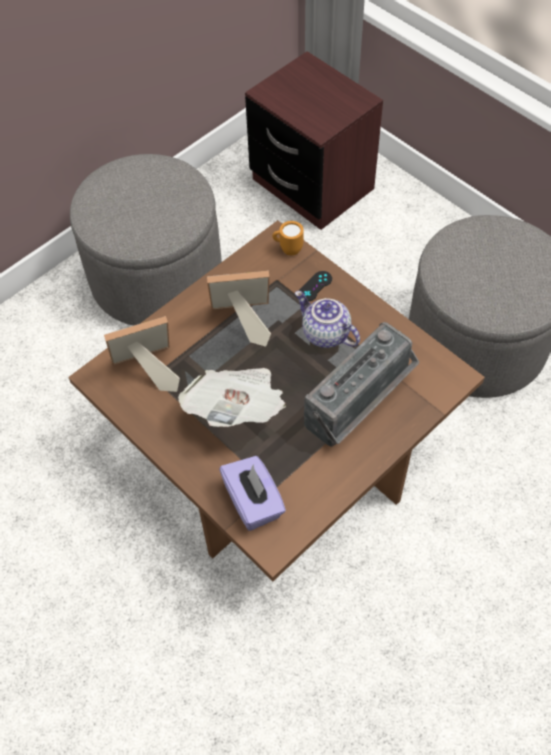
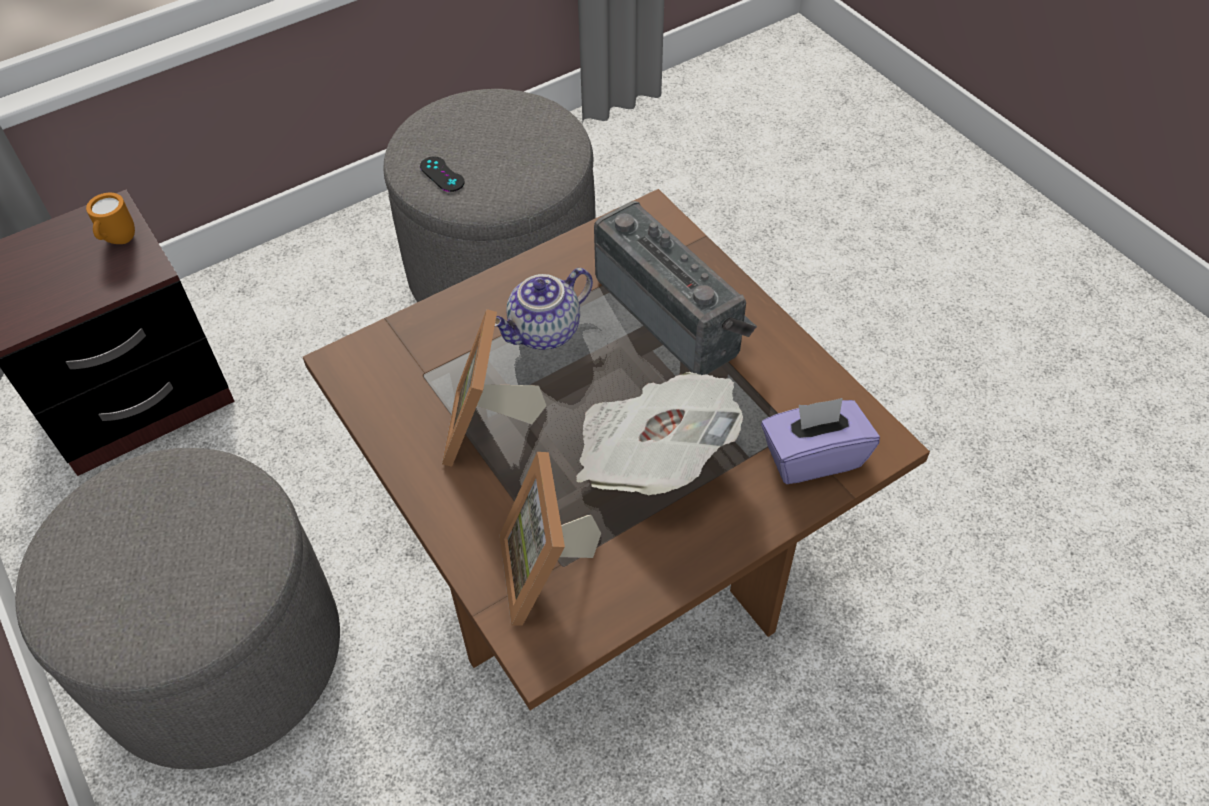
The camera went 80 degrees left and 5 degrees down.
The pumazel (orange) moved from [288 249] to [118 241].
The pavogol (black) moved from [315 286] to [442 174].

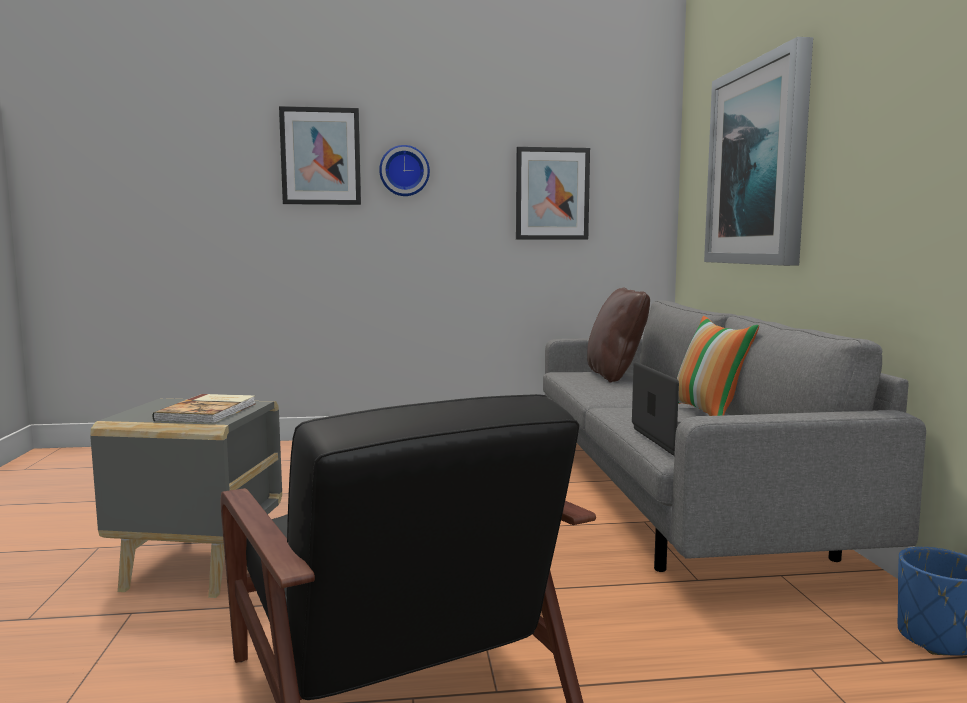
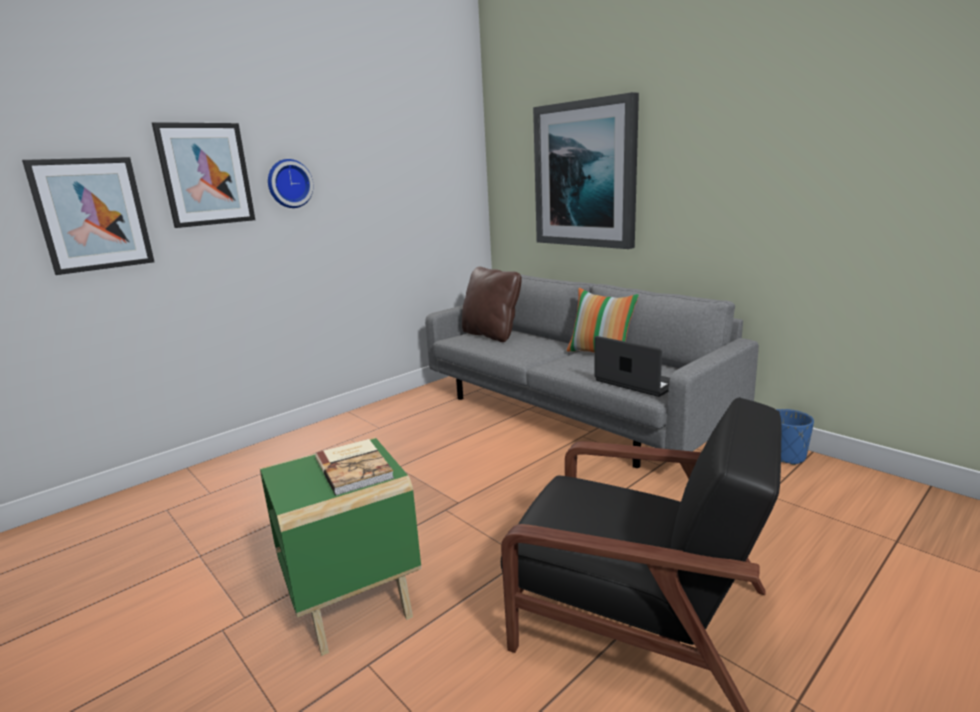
The camera went 35 degrees left and 10 degrees up.
The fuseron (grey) at [199 567] became the fuseron (green) at [353 600].
The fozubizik moved from [552 194] to [92 214].

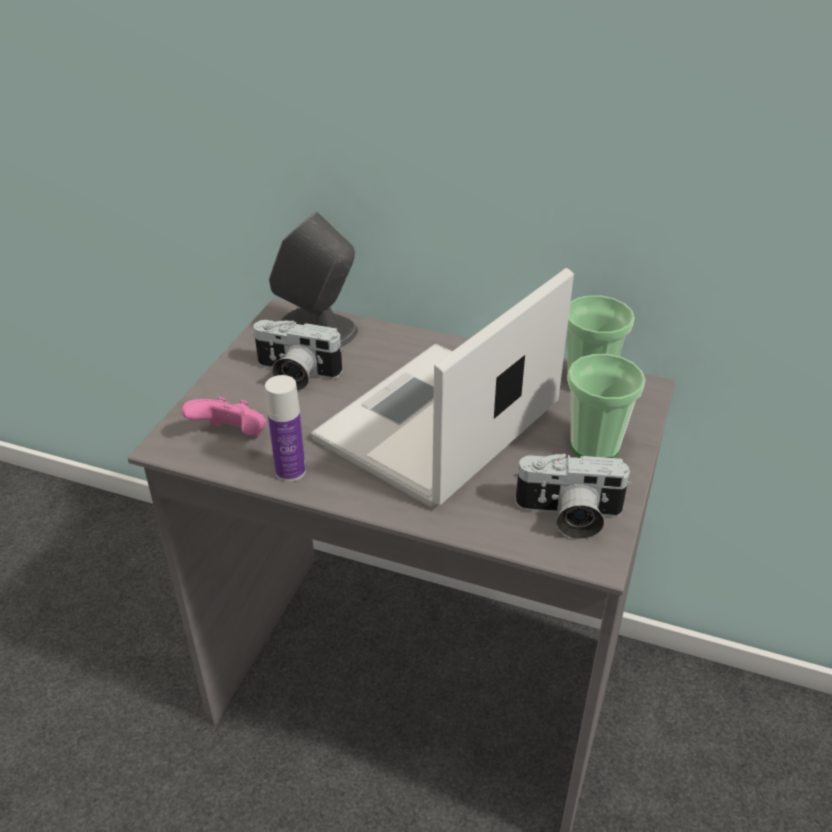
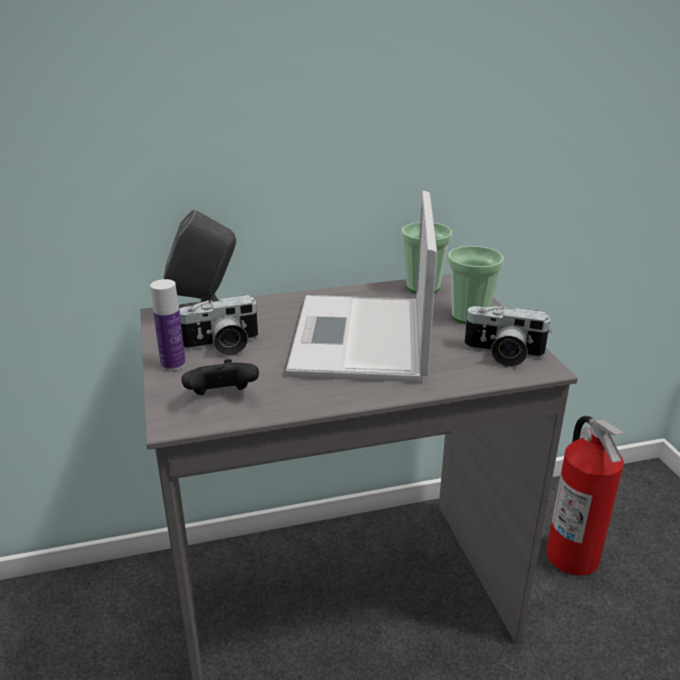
The camera went 35 degrees left and 10 degrees down.
The pavogol (pink) at [232 436] became the pavogol (black) at [222 397].
The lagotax moved from [290 471] to [173 364].
The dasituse at [568 516] turned 45 degrees clockwise.
The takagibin at [572 555] appeared.

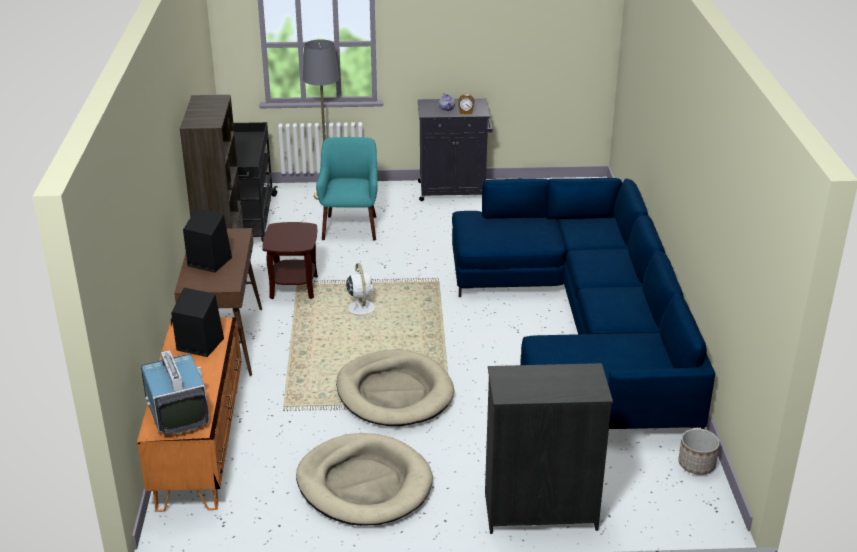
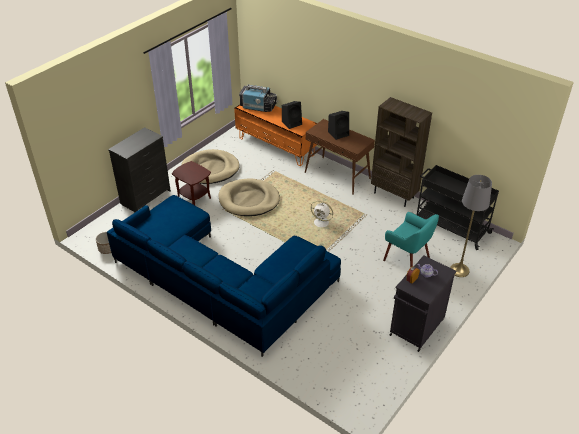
The camera went 130 degrees right and 10 degrees up.
The fuseron (brown) moved from [293 287] to [194 198].

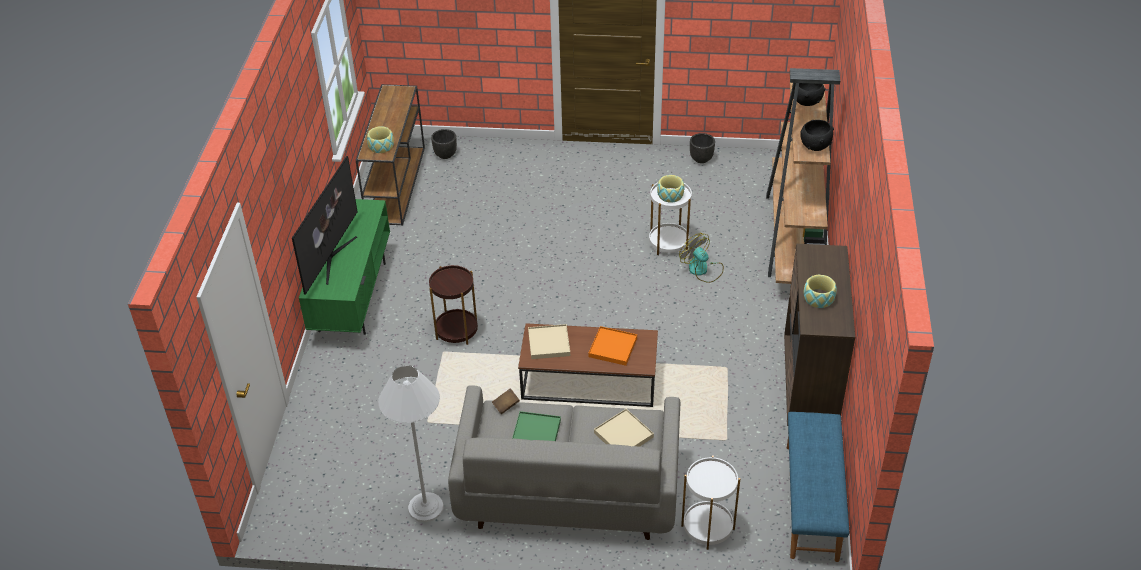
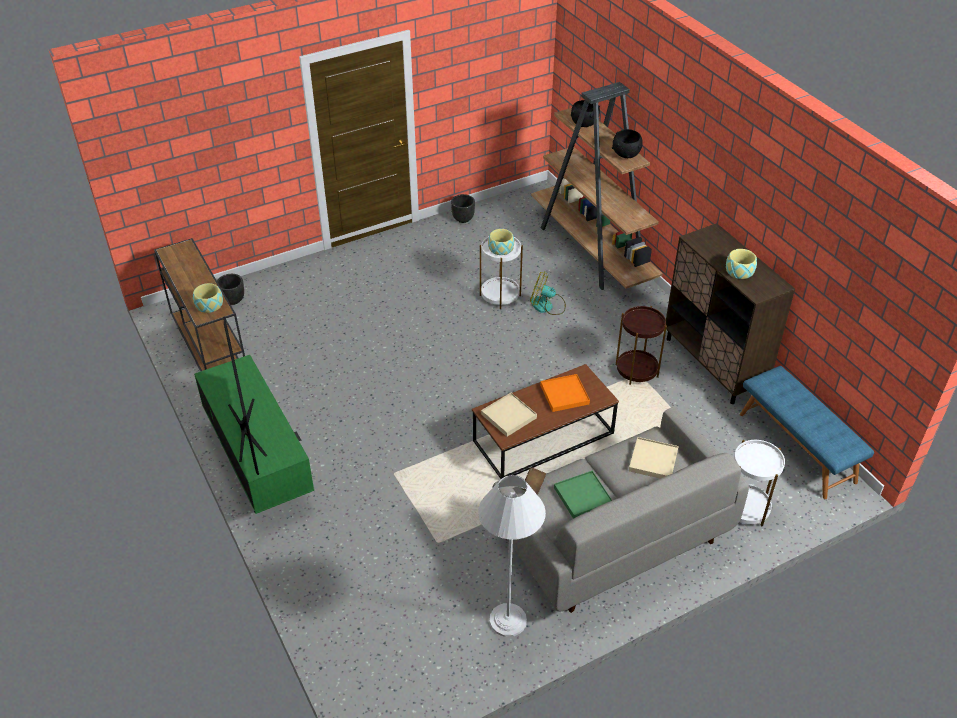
The camera went 35 degrees left and 0 degrees up.
The fuseron (brown) moved from [456 330] to [636 370].

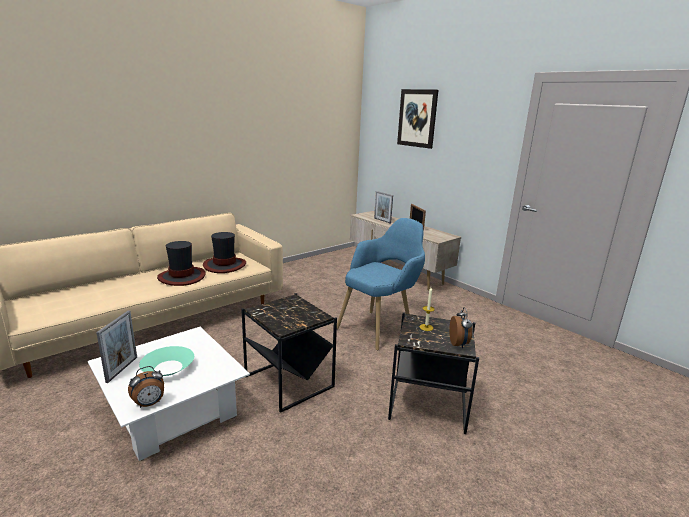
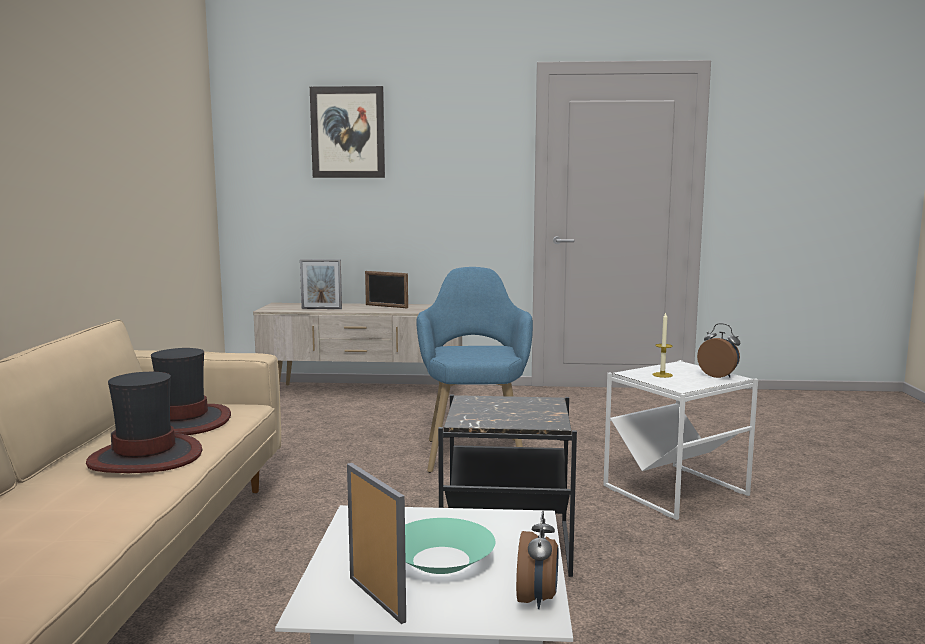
The camera went 45 degrees left and 10 degrees down.
The fuseron (black) at [427 404] became the fuseron (white) at [673 491].

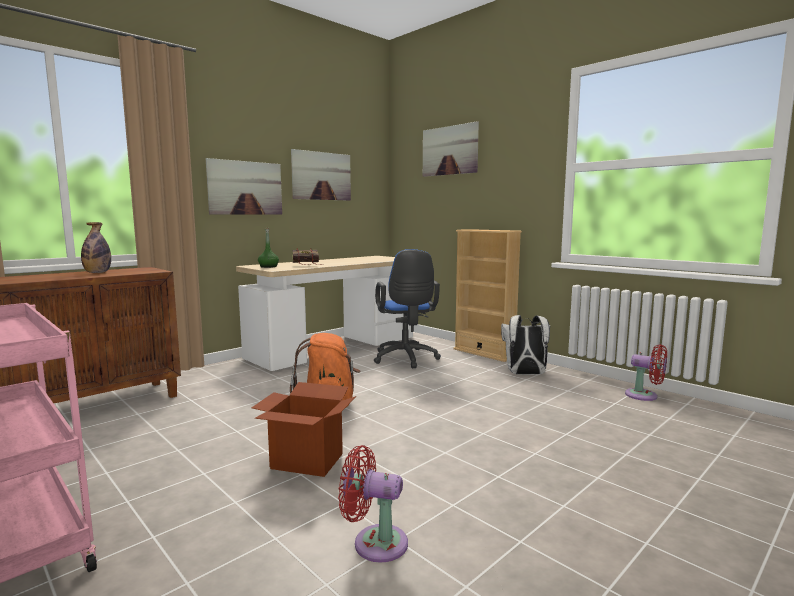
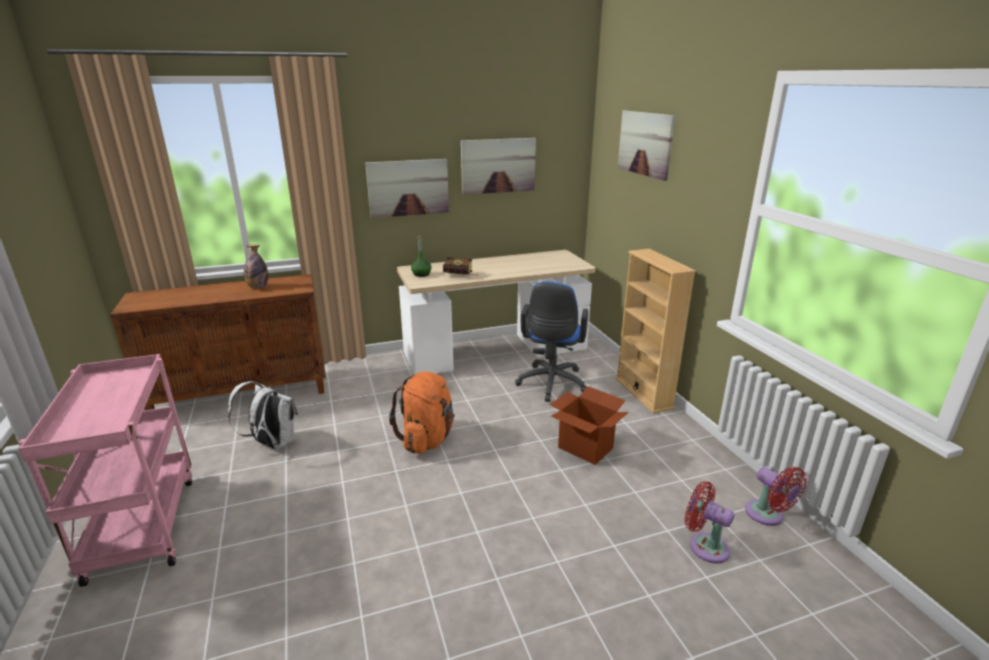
The camera went 25 degrees right and 15 degrees up.
The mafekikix moved from [306 461] to [585 448].
The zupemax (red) moved from [375 542] to [705 546].
The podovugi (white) moved from [525 374] to [273 444].

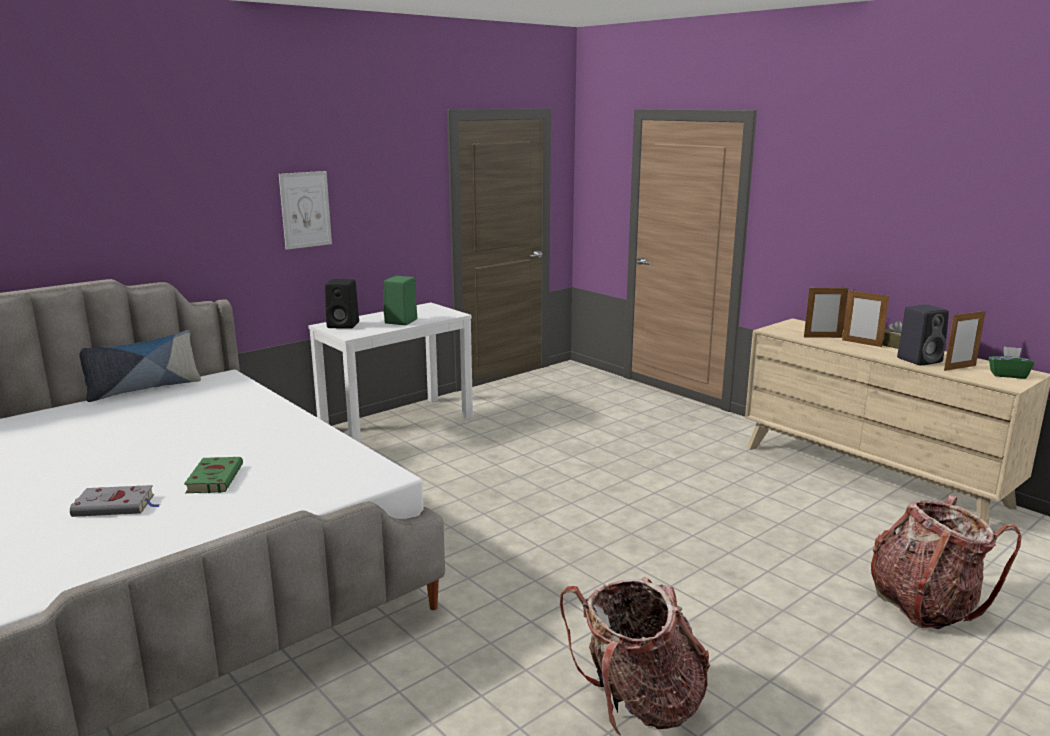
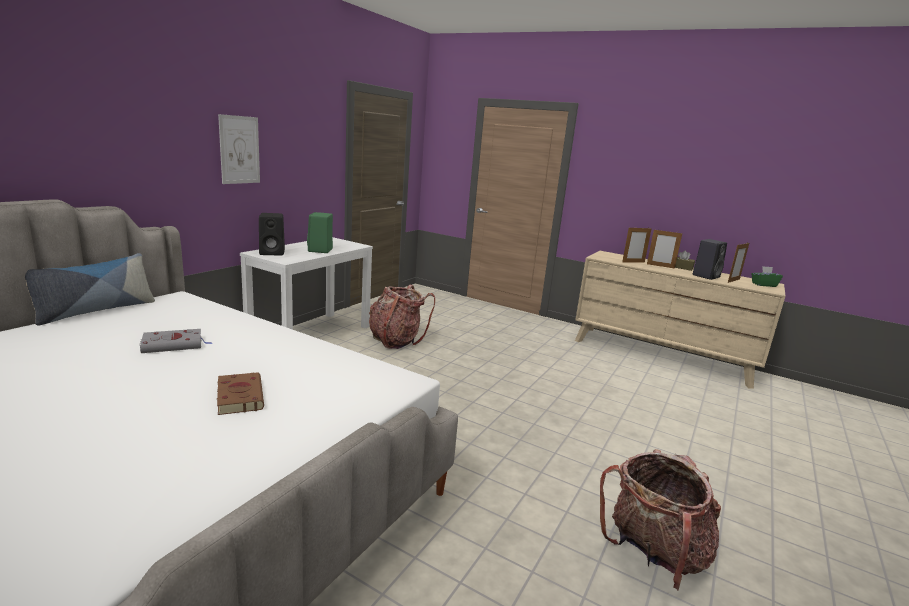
The camera went 20 degrees left and 0 degrees up.
The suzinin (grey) moved from [116 506] to [174 344].
The suzinin (green) at [215 478] became the suzinin (brown) at [239 396].
The podovugi moved from [925 604] to [396 340].

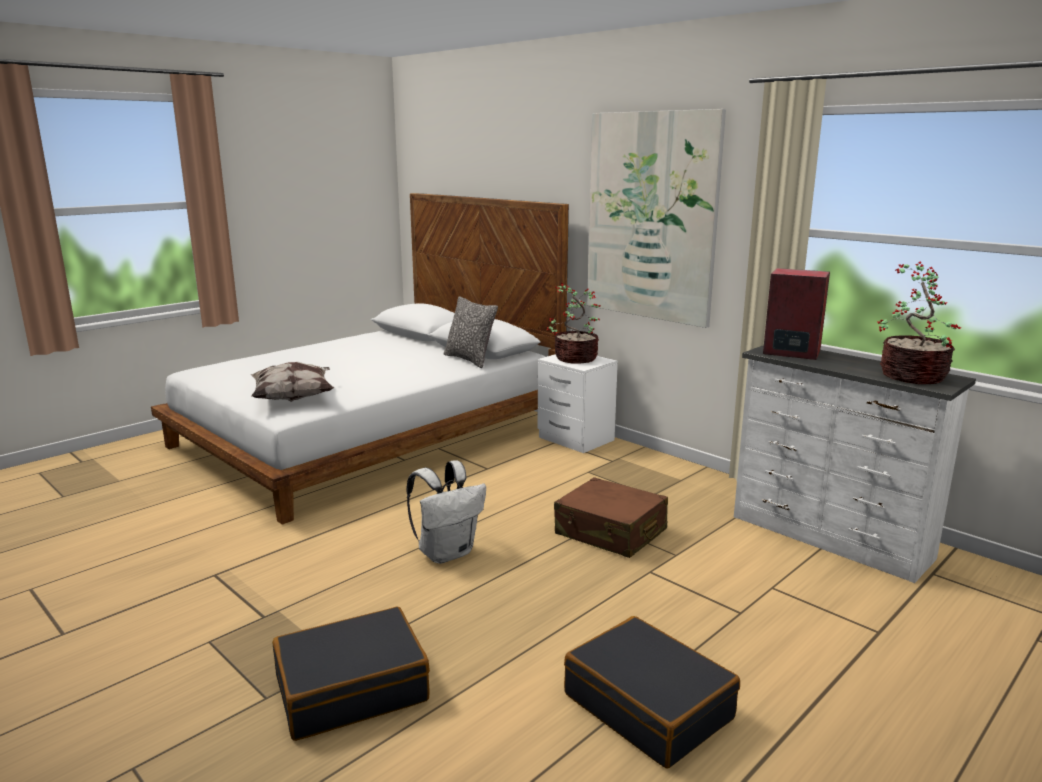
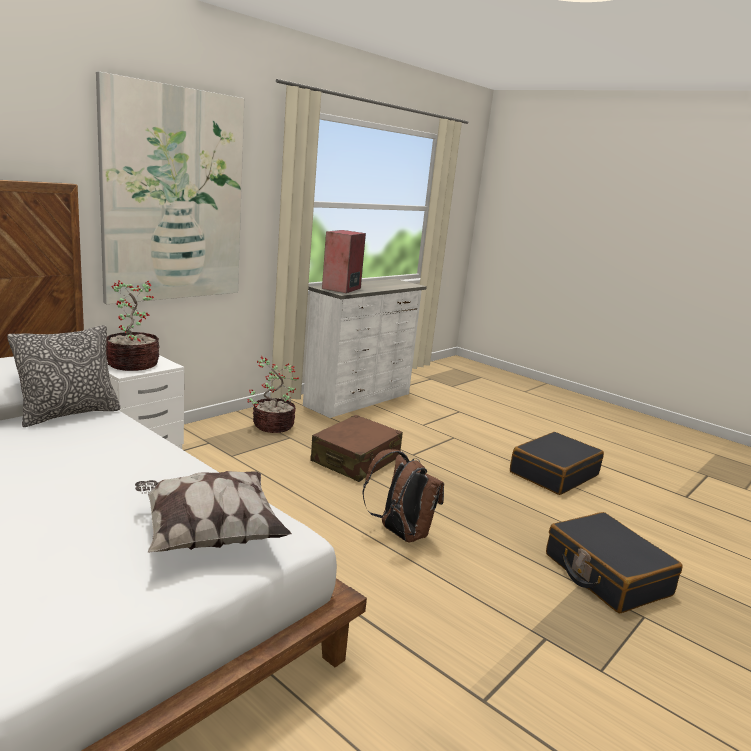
The camera went 95 degrees left and 0 degrees up.
The podovugi (white) at [447 552] became the podovugi (brown) at [400 533].
The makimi moved from [911 375] to [272 426].

